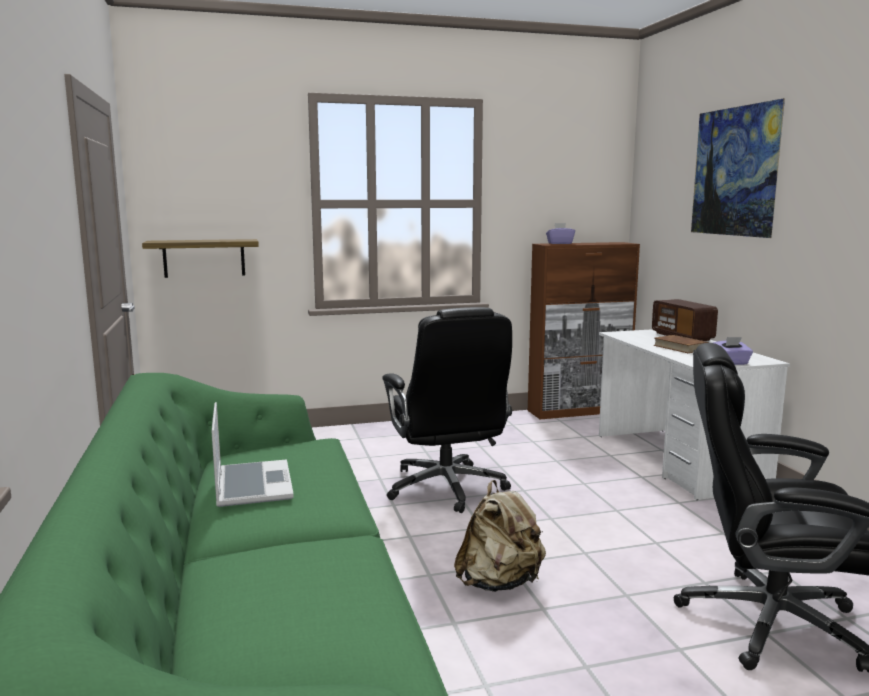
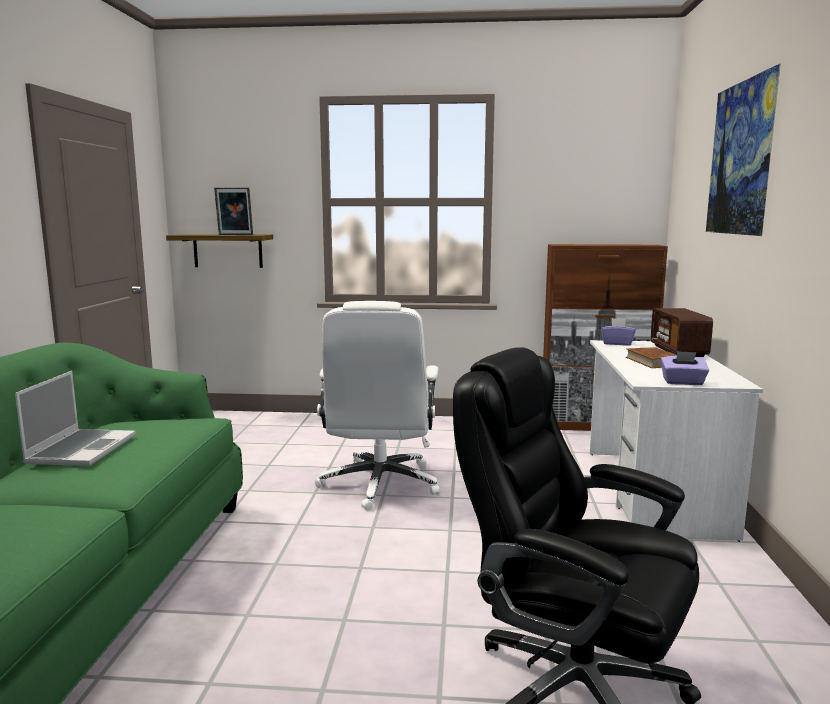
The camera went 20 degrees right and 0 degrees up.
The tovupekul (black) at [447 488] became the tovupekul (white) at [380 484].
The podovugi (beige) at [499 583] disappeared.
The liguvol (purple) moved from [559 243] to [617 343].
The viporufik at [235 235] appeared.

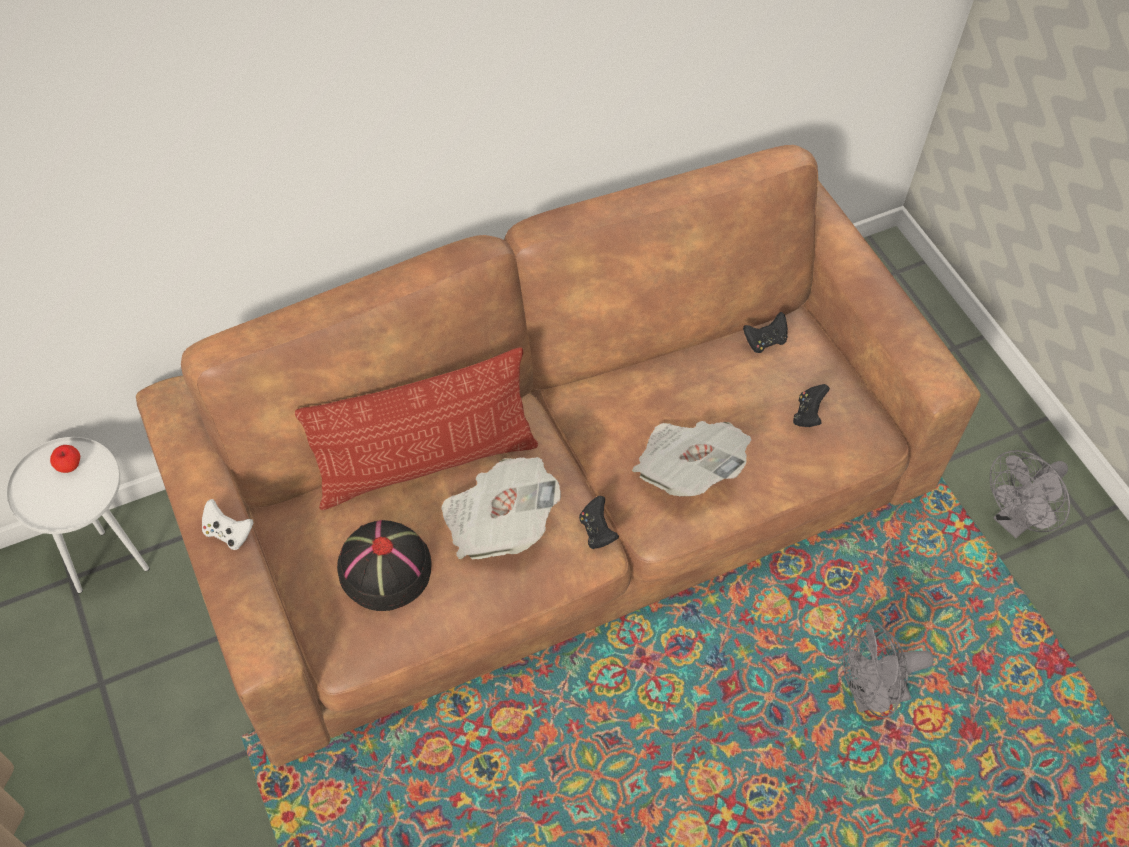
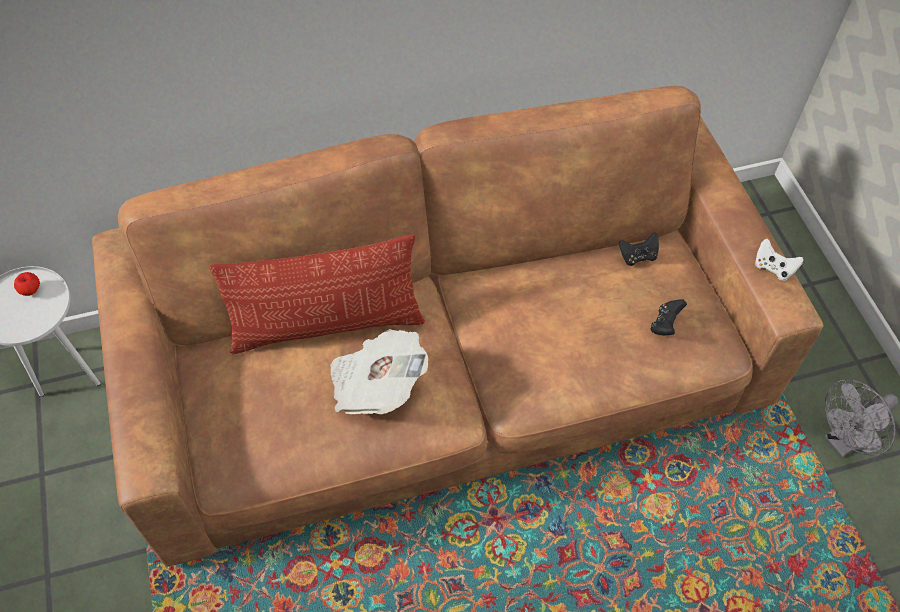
The camera went 10 degrees right and 0 degrees up.
The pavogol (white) moved from [228 533] to [773 268].
The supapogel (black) at [384 568] disappeared.
The pavogol (black) at [597 531] disappeared.
The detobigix at [687 469] disappeared.
The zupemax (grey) at [869 695] disappeared.

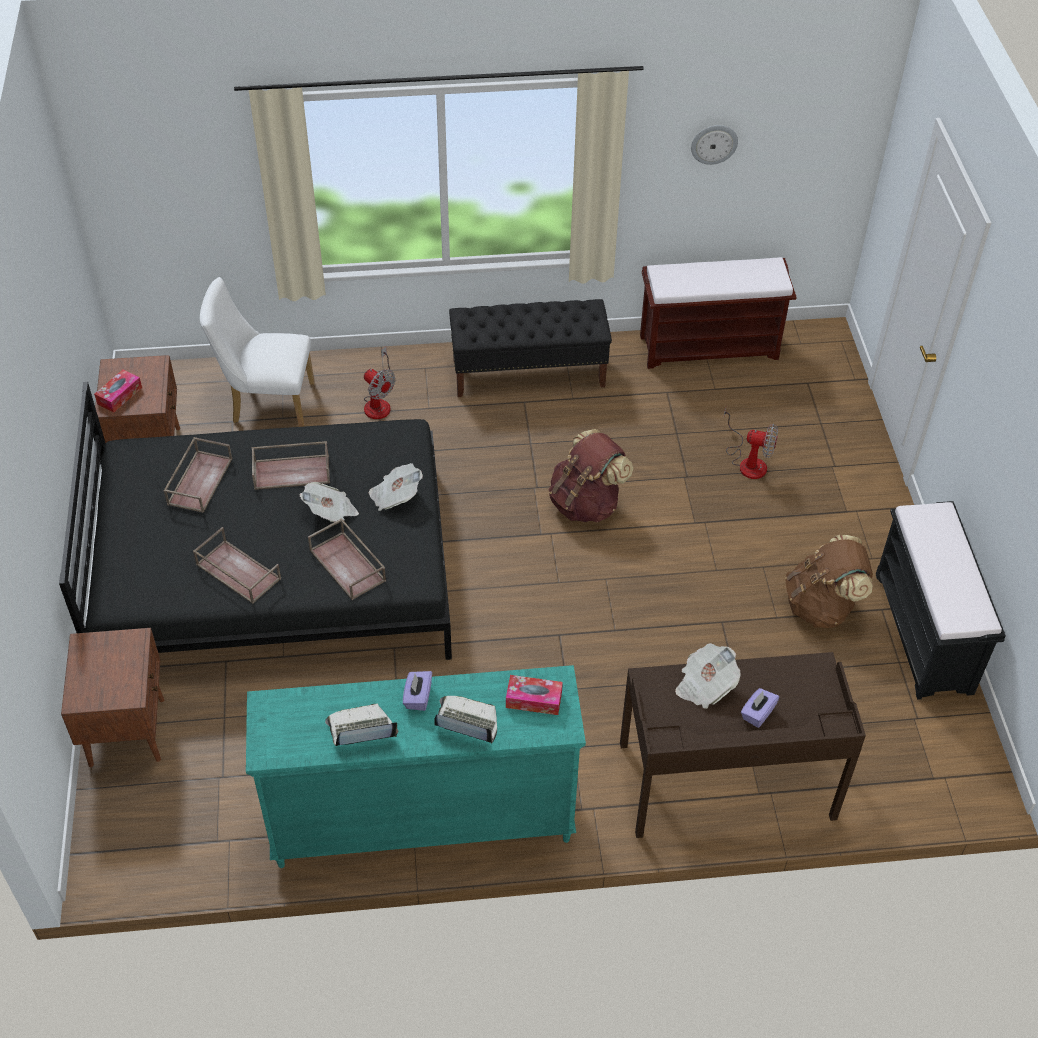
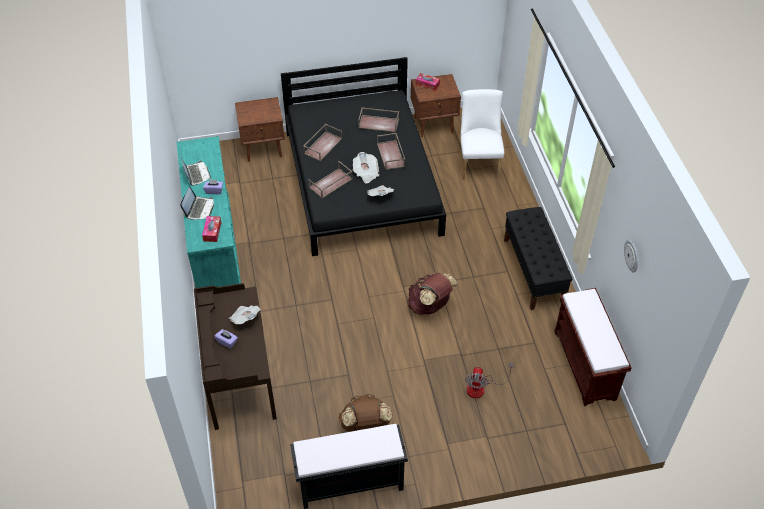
The camera went 85 degrees right and 0 degrees up.
The zupemax at [379 402] disappeared.

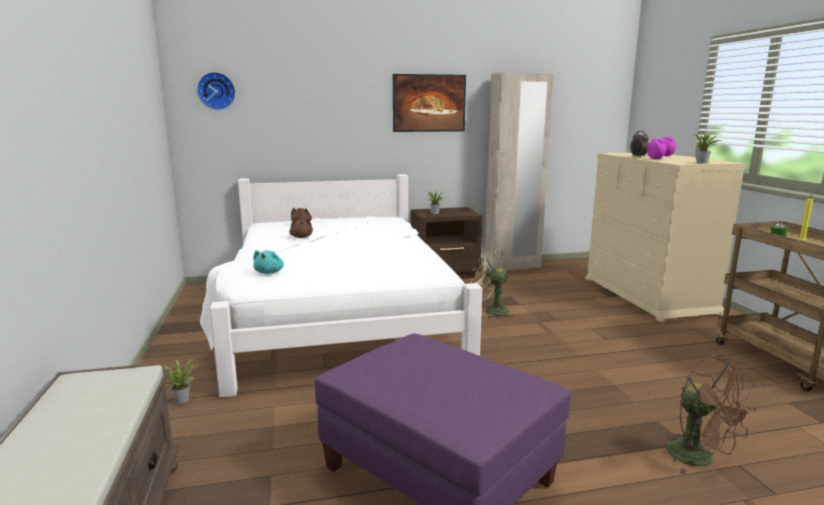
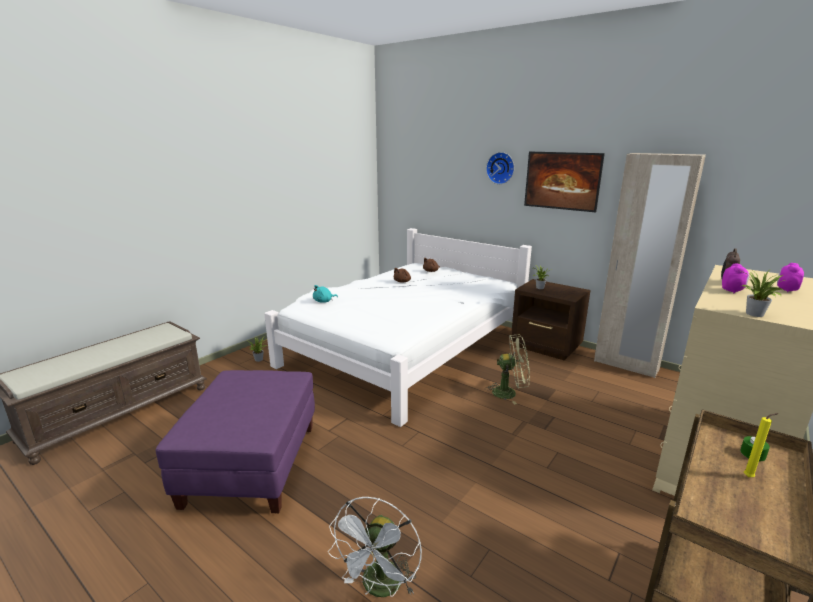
The camera went 50 degrees right and 5 degrees up.
The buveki moved from [216 91] to [501 168].
The zupemax (green) at [491 310] turned 105 degrees clockwise.
The zupemax (brown) at [700 459] became the zupemax (white) at [380 588].

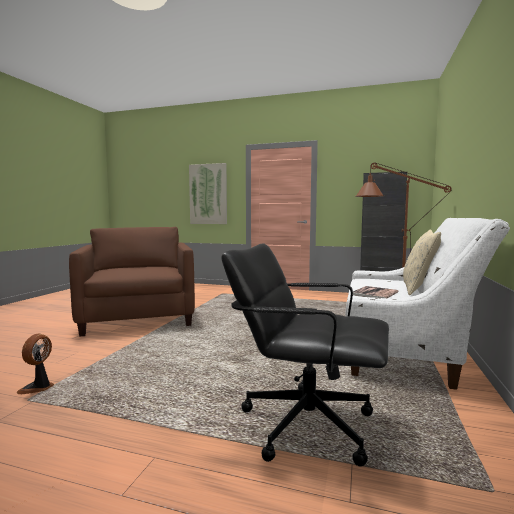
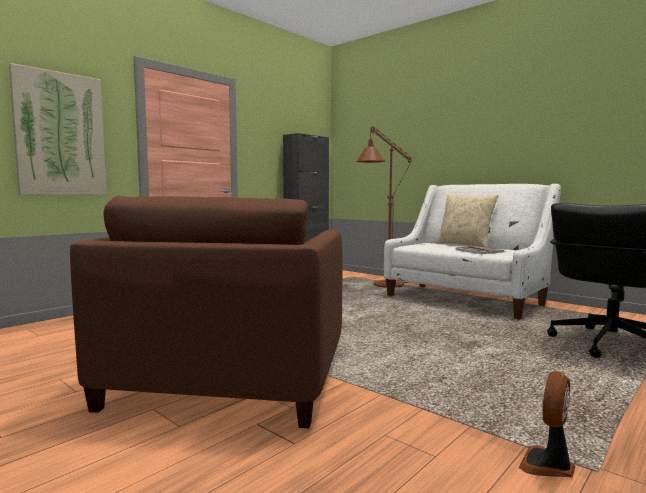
The camera went 65 degrees left and 0 degrees up.
The zupemax at [38 387] turned 90 degrees clockwise.
The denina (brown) at [139 318] turned 90 degrees counterclockwise.

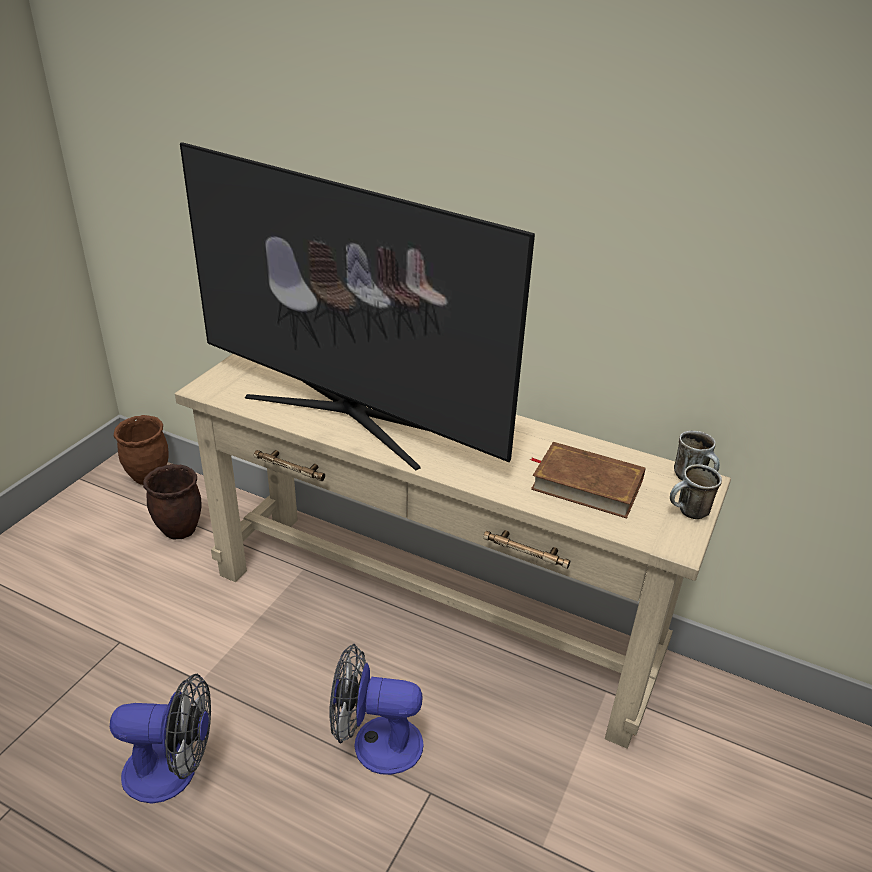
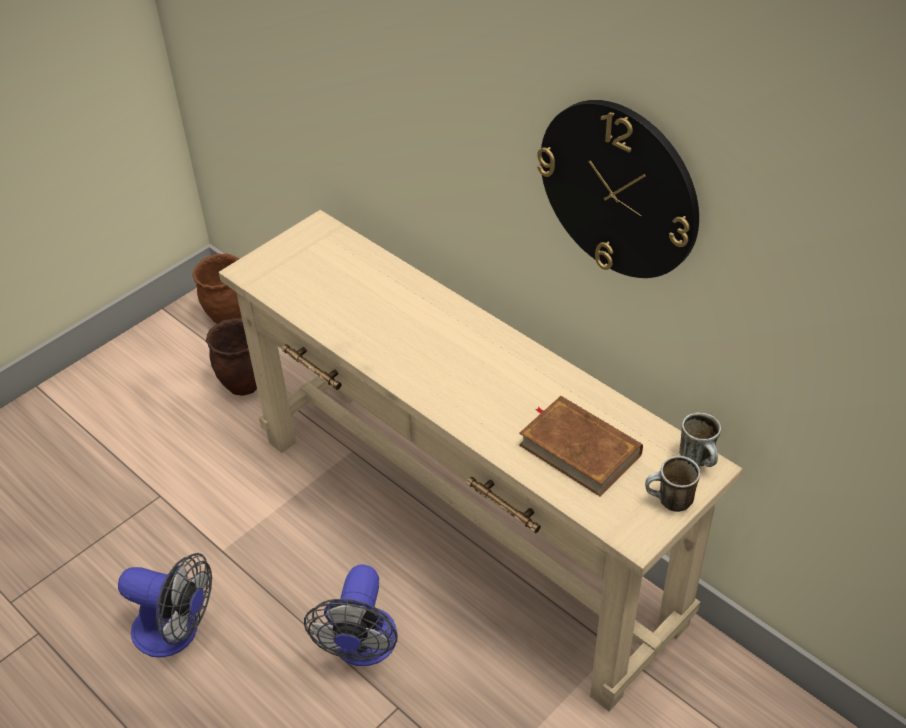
The camera went 20 degrees right and 10 degrees up.
The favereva at [348 415] disappeared.
The zupemax at [375 743] turned 105 degrees counterclockwise.
The buveki at [619 189] appeared.

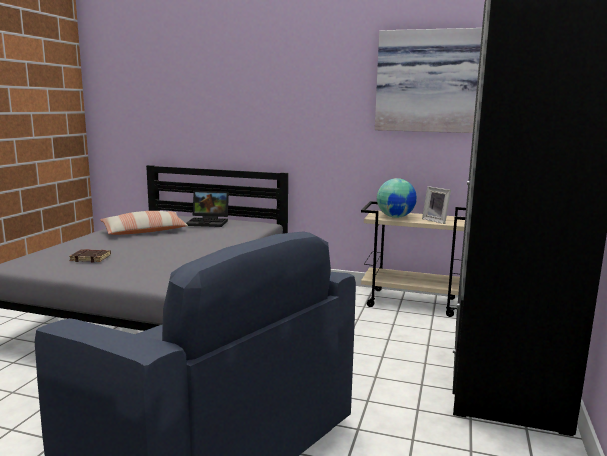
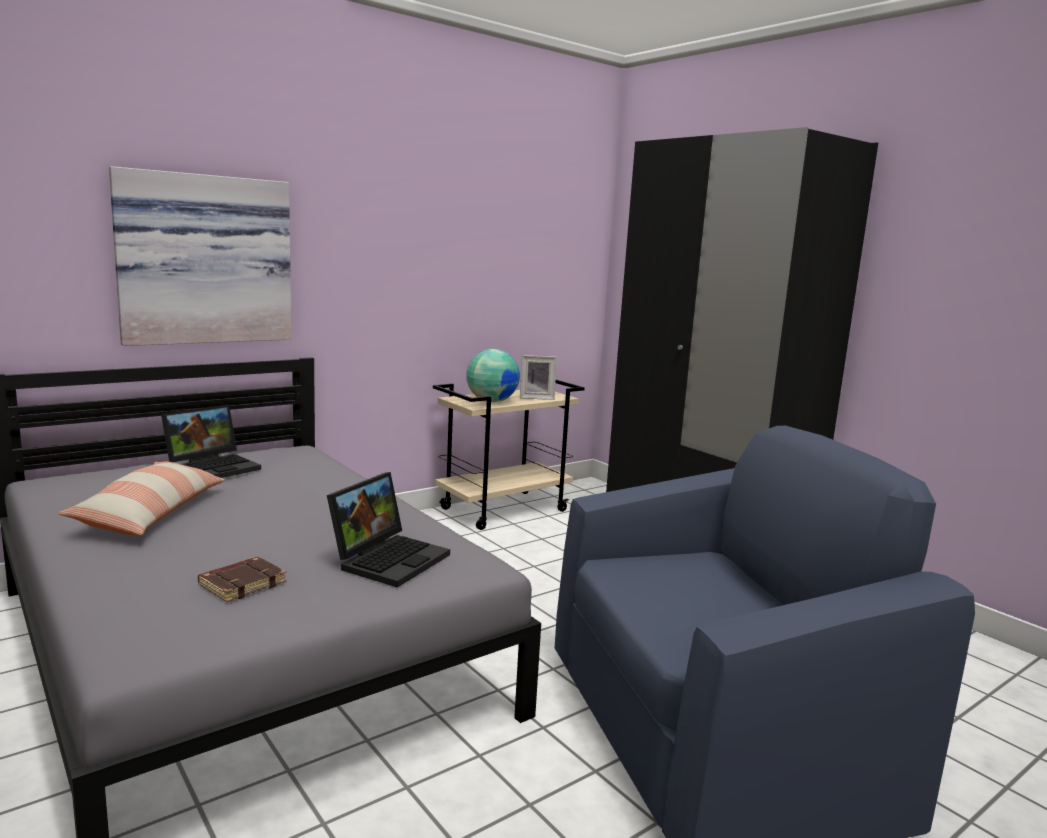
The camera went 55 degrees left and 0 degrees up.
The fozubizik moved from [427 81] to [205 259].
The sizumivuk at [389 558] appeared.

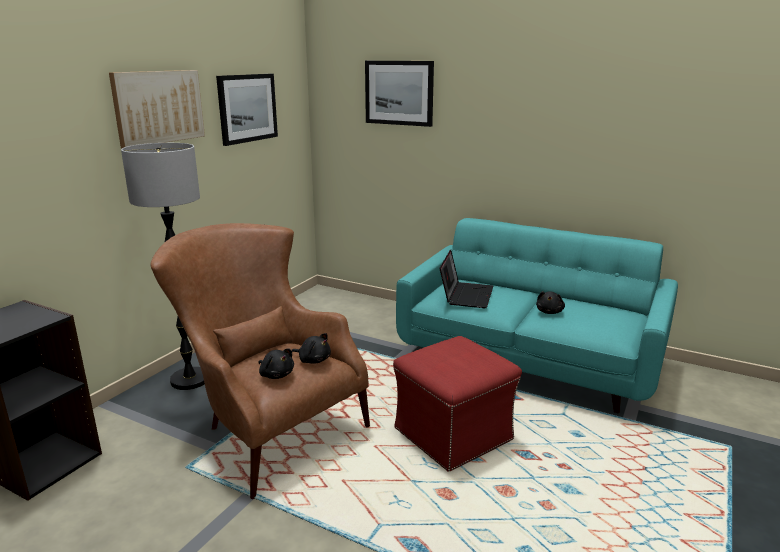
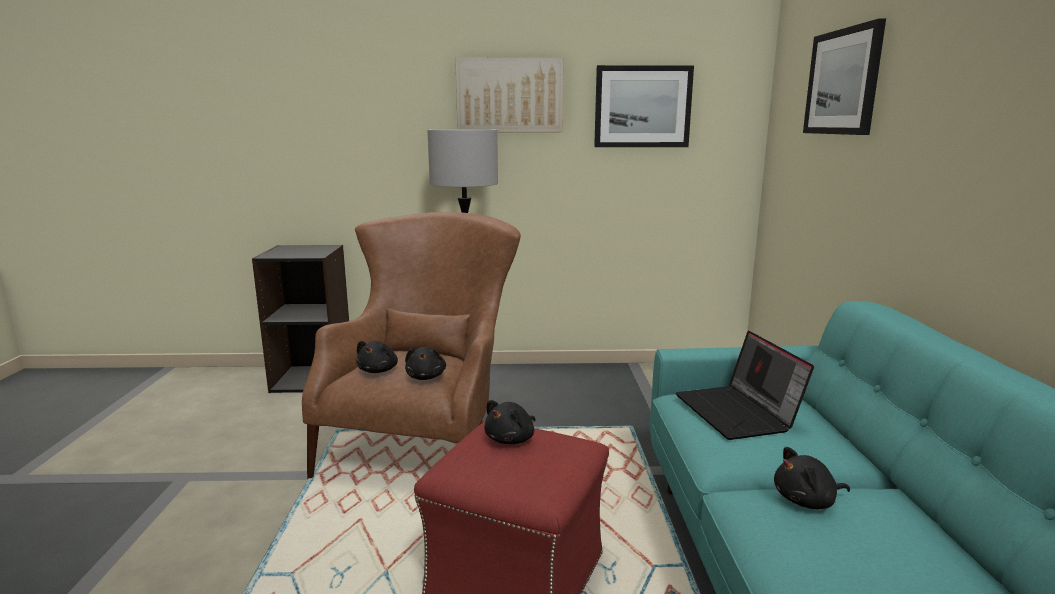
The camera went 60 degrees right and 5 degrees down.
The sizumivuk at [466 295] turned 90 degrees clockwise.
The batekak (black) at [511 439] appeared.

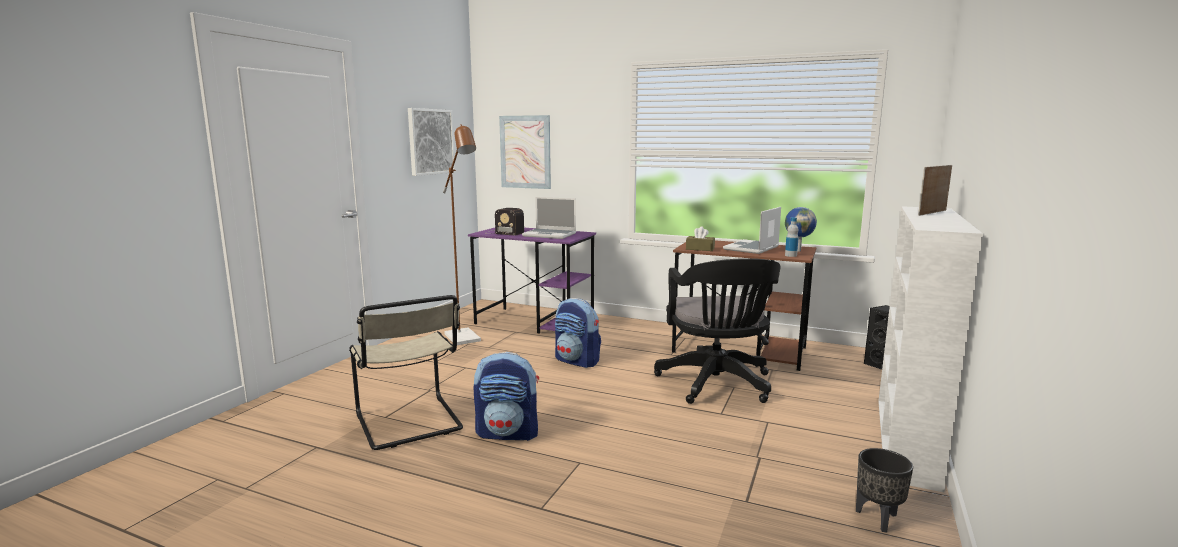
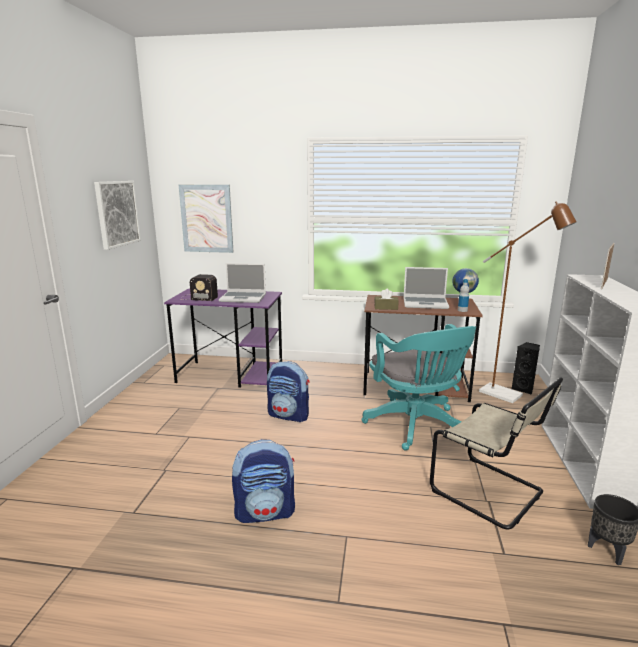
The camera went 15 degrees left and 5 degrees up.
The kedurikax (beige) moved from [410 424] to [490 493].
The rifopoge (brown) moved from [465 340] to [507 396].
The tovupekul (black) at [717 385] became the tovupekul (turquoise) at [416 426].
The sizumivuk at [751 248] turned 105 degrees counterclockwise.

